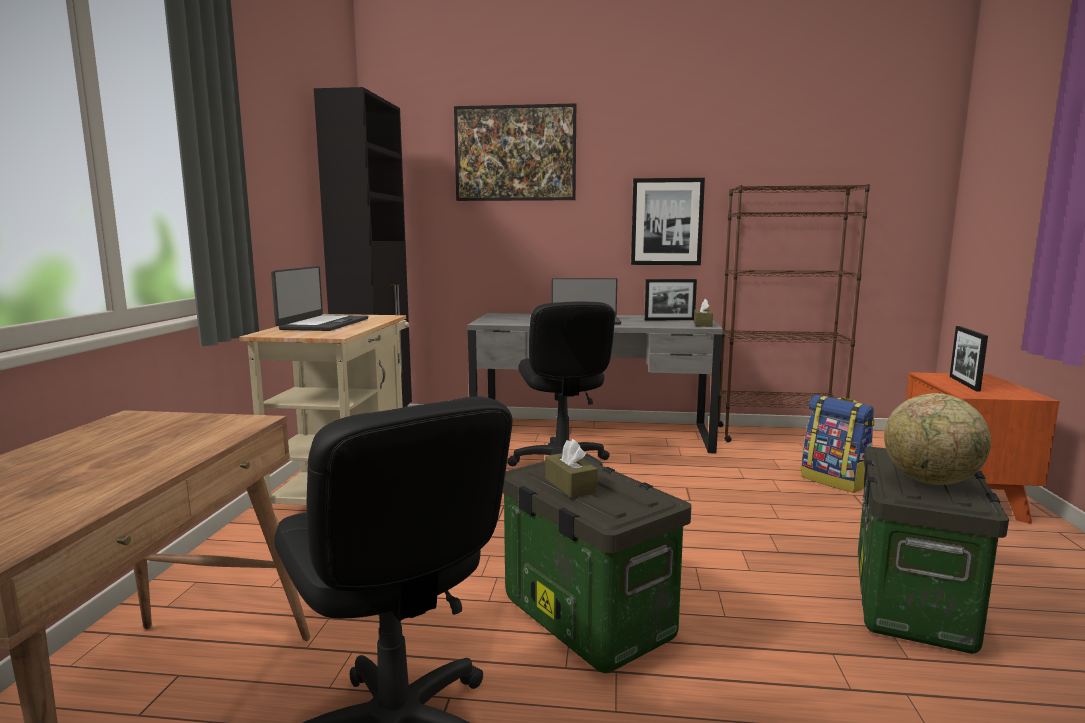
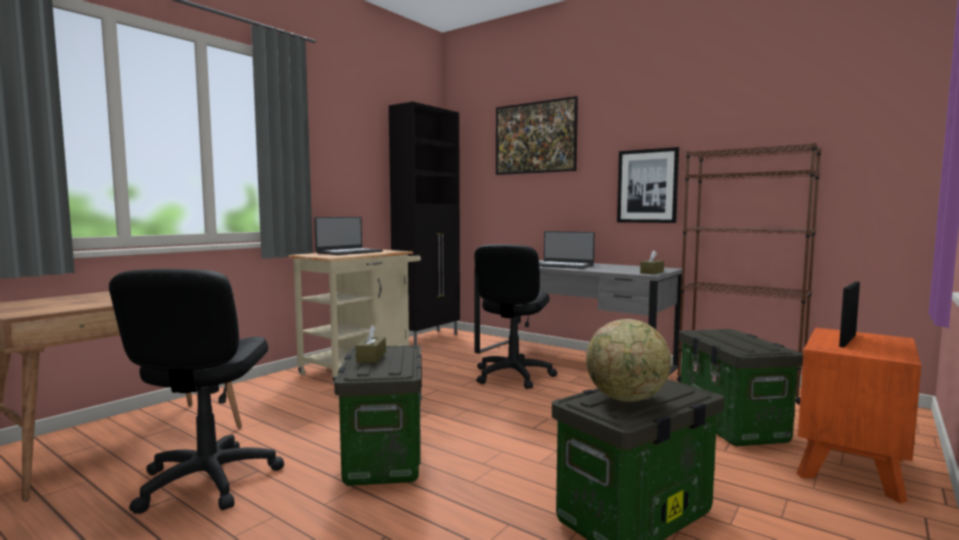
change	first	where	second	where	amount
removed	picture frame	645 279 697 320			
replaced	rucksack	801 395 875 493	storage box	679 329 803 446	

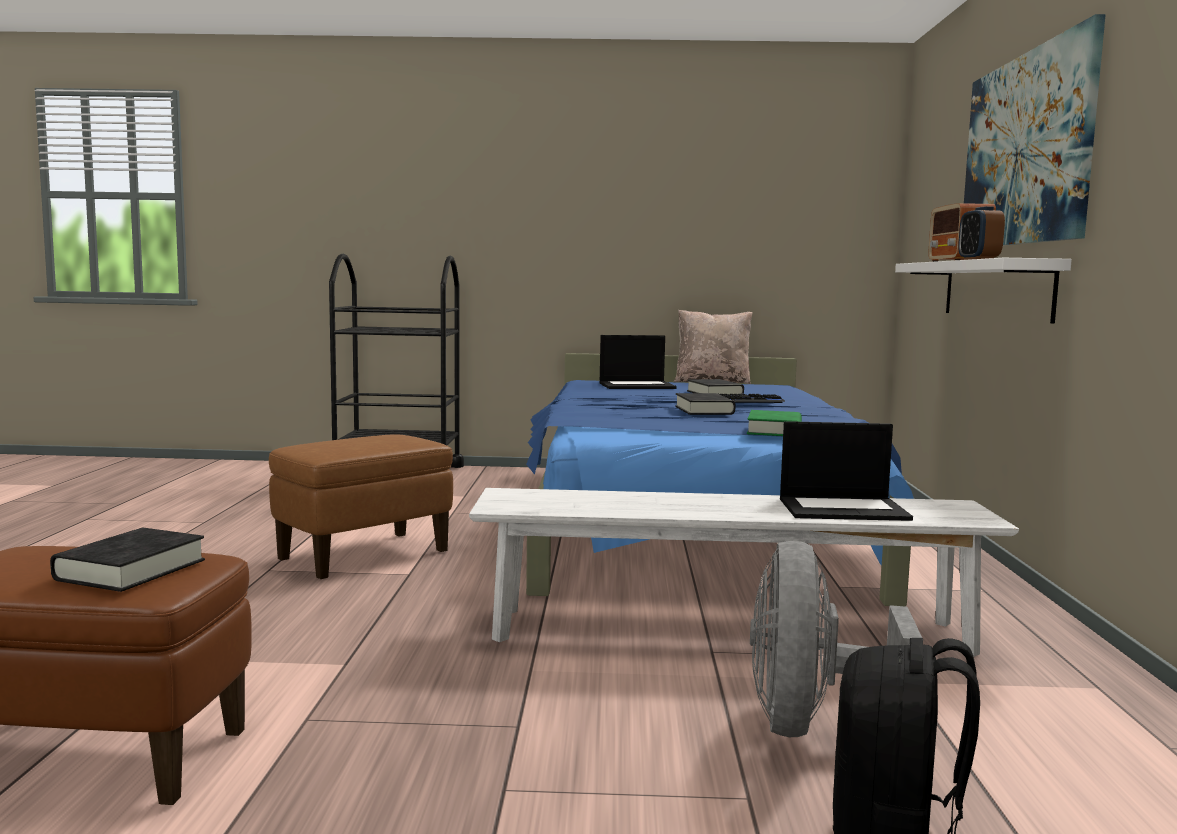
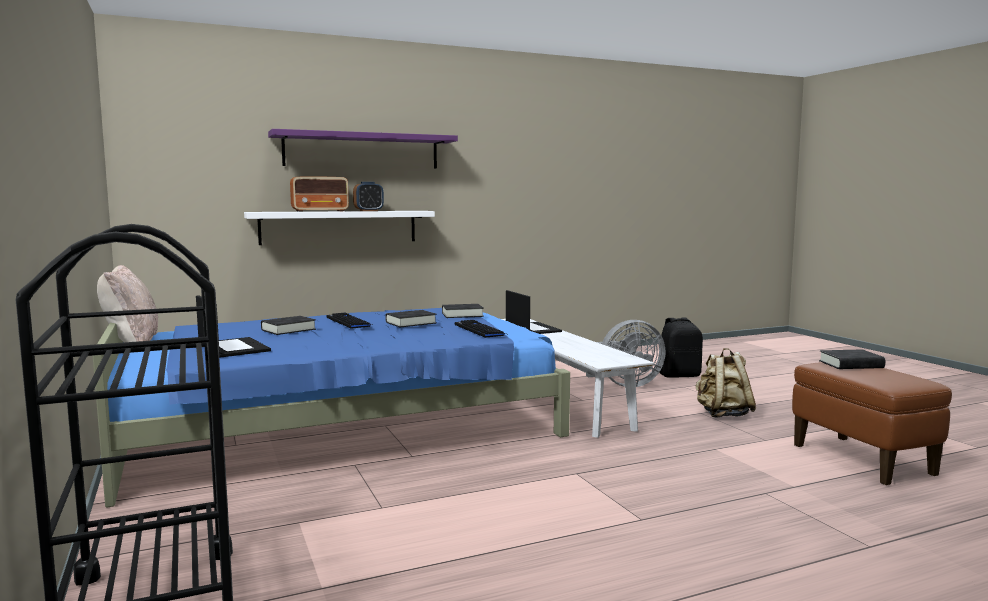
change	first	where	second	where	amount
removed	brown ottoman	269 434 453 579			
recoloured	greenish volume	747 410 802 436	blackish volume	442 304 484 318	
replaced	wall art	964 14 1106 246	purple-coloured shelf	268 129 458 169	
added			computer keyboard	455 320 506 338	
added			beige rucksack	696 348 757 418	

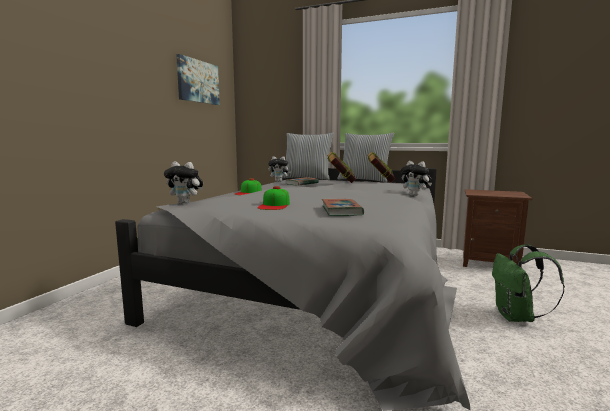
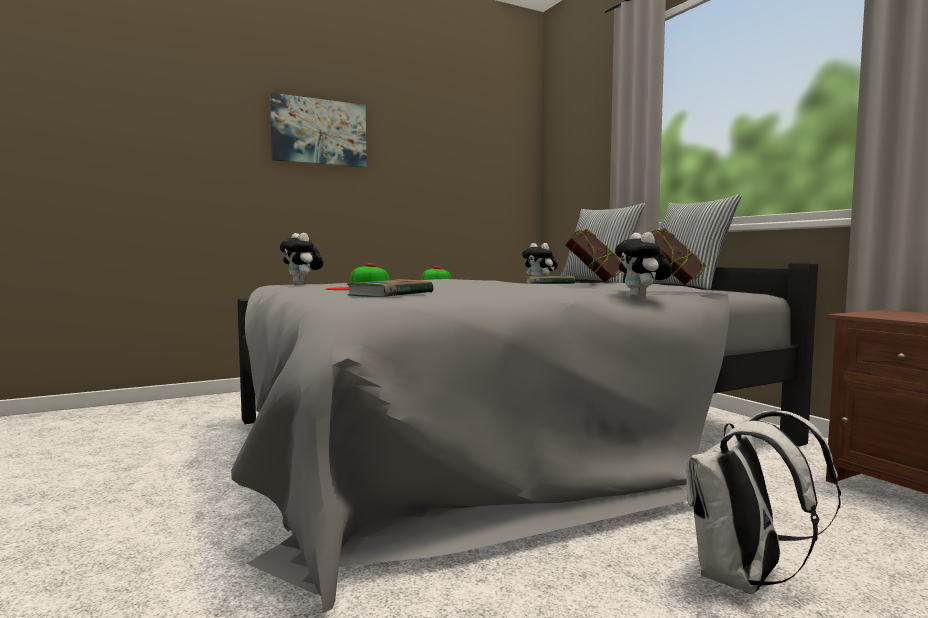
change	first	where	second	where	amount
moved	wall art	176 54 220 105		270 93 367 168	
recoloured	greenish rucksack	492 244 565 322	white-coloured rucksack	686 411 841 594	

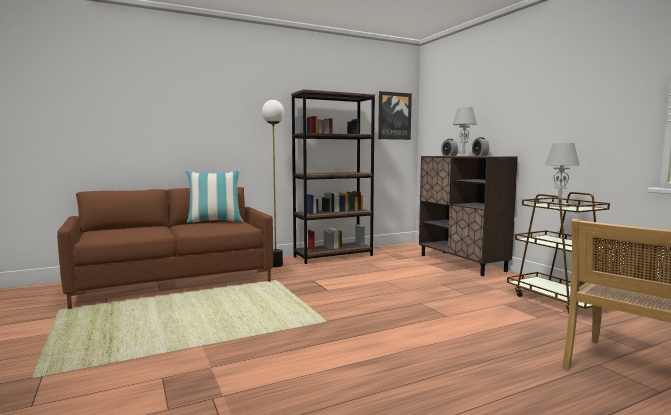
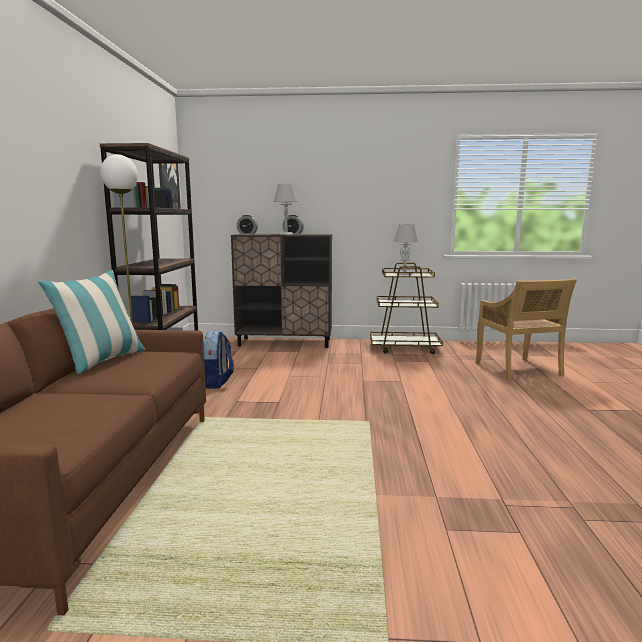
change	first	where	second	where	amount
added			rucksack	203 330 234 389	

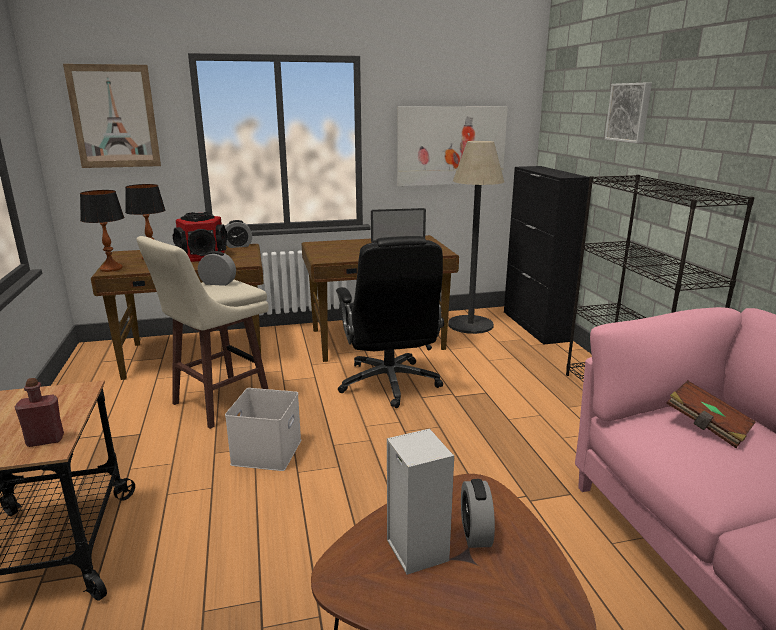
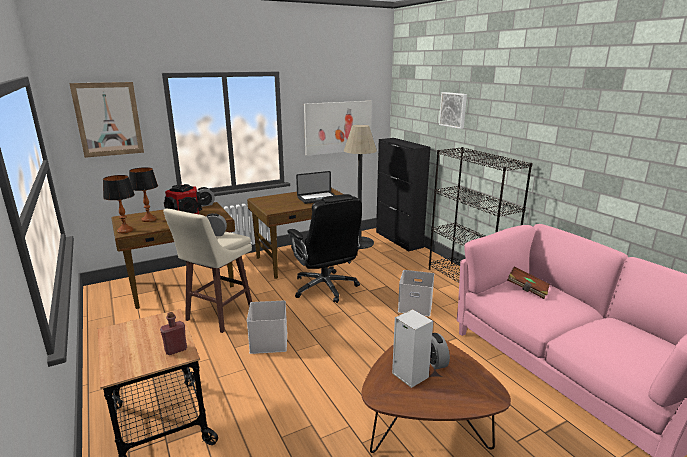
change	first	where	second	where	amount
added			white-coloured storage box	398 270 434 316	

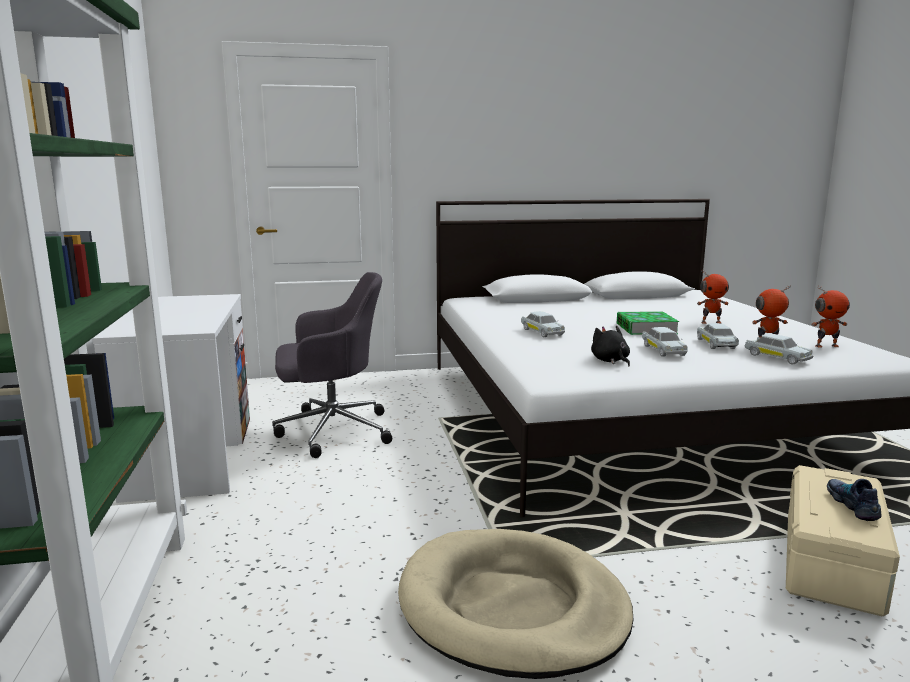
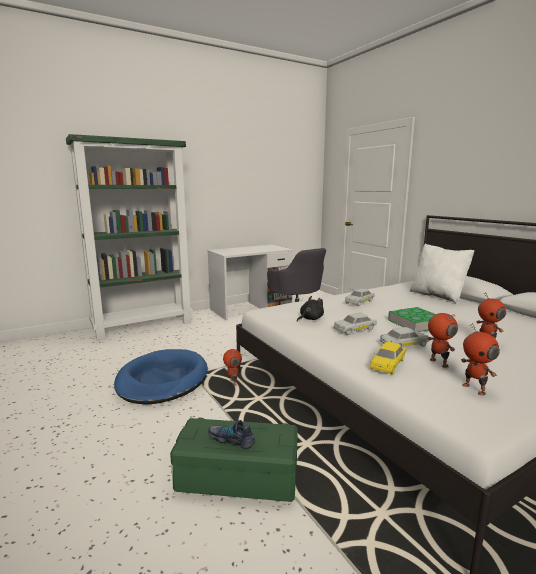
change	first	where	second	where	amount
recoloured	beige dog bed	398 529 633 679	bluish dog bed	114 349 208 404	
recoloured	white-coloured miniature car	745 333 814 365	yellow miniature car	370 342 406 375	
recoloured	beige storage box	786 465 900 617	greenish storage box	170 418 298 502	
turned	shoe	827 479 881 521		208 420 255 449	135 degrees counterclockwise
added			toy robot	223 349 242 386	
added			white-coloured pillow	410 244 474 304	

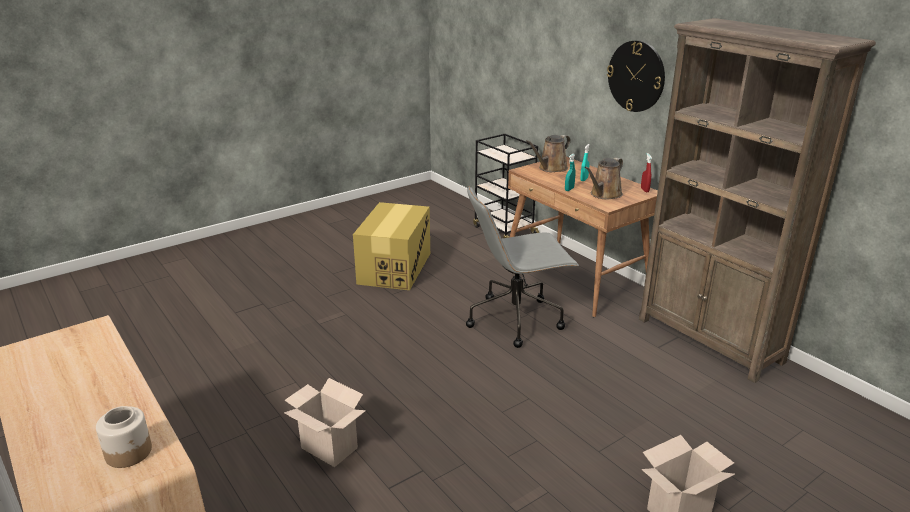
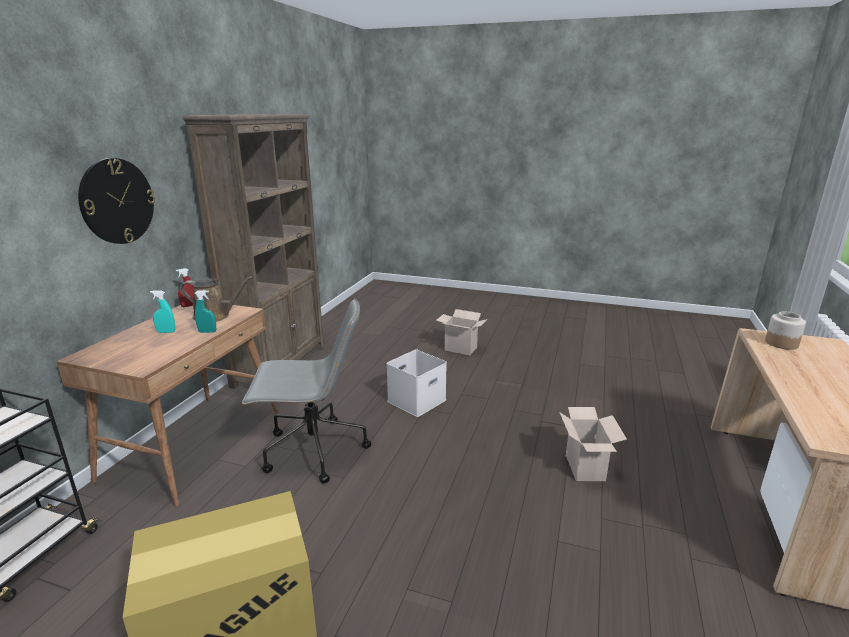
change	first	where	second	where	amount
turned	grey computer chair	466 186 579 348		242 298 371 484	45 degrees counterclockwise
removed	brown watering pot	526 135 571 172			
added			white-coloured storage box	386 349 447 417	

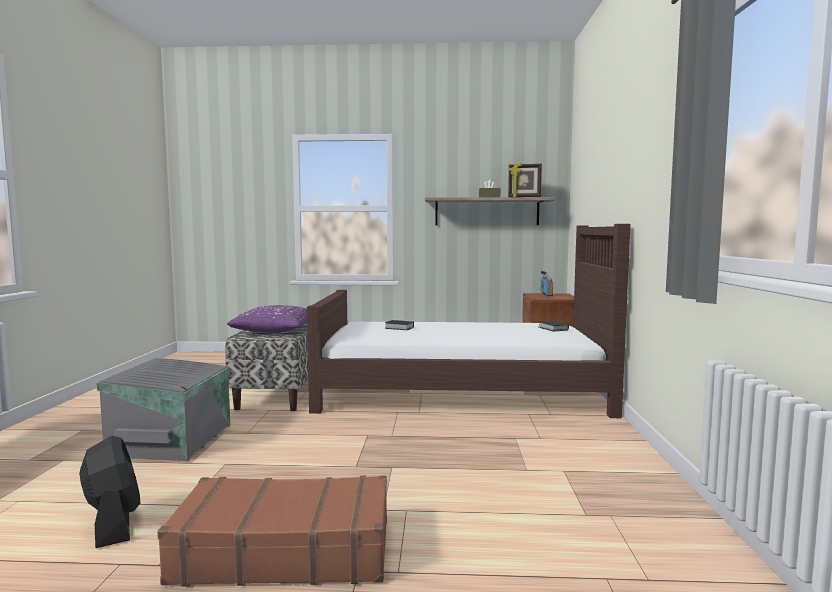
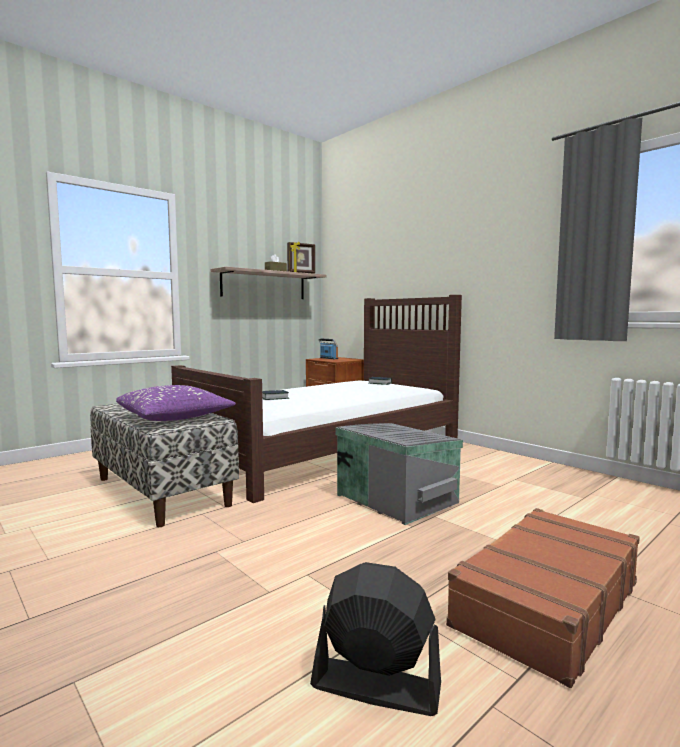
change	first	where	second	where	amount
moved	grey storage box	97 358 230 461		335 423 463 525	

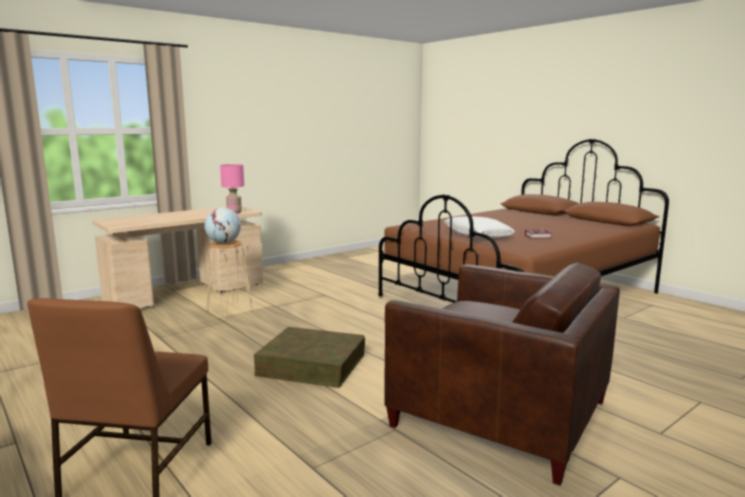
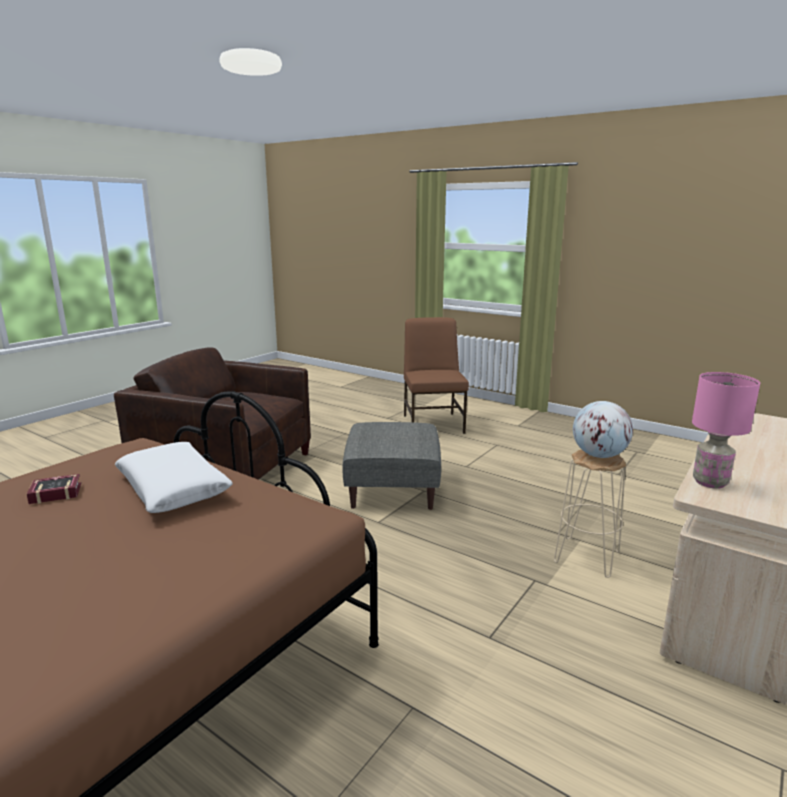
change	first	where	second	where	amount
replaced	brown storage box	254 327 365 388	grey ottoman	343 422 441 510	

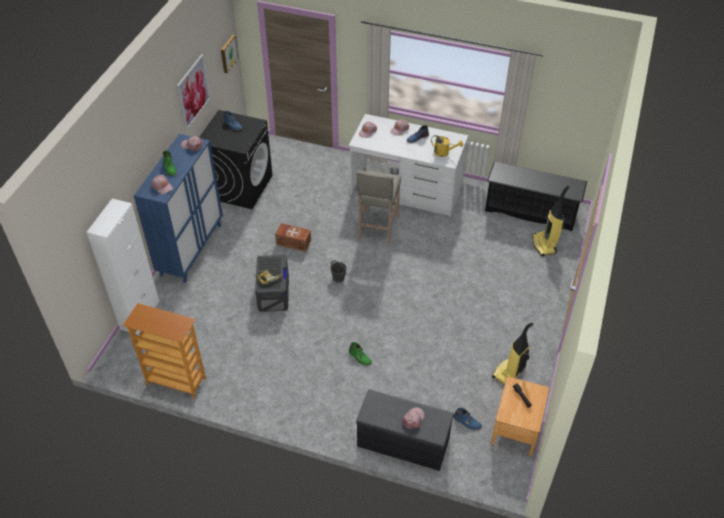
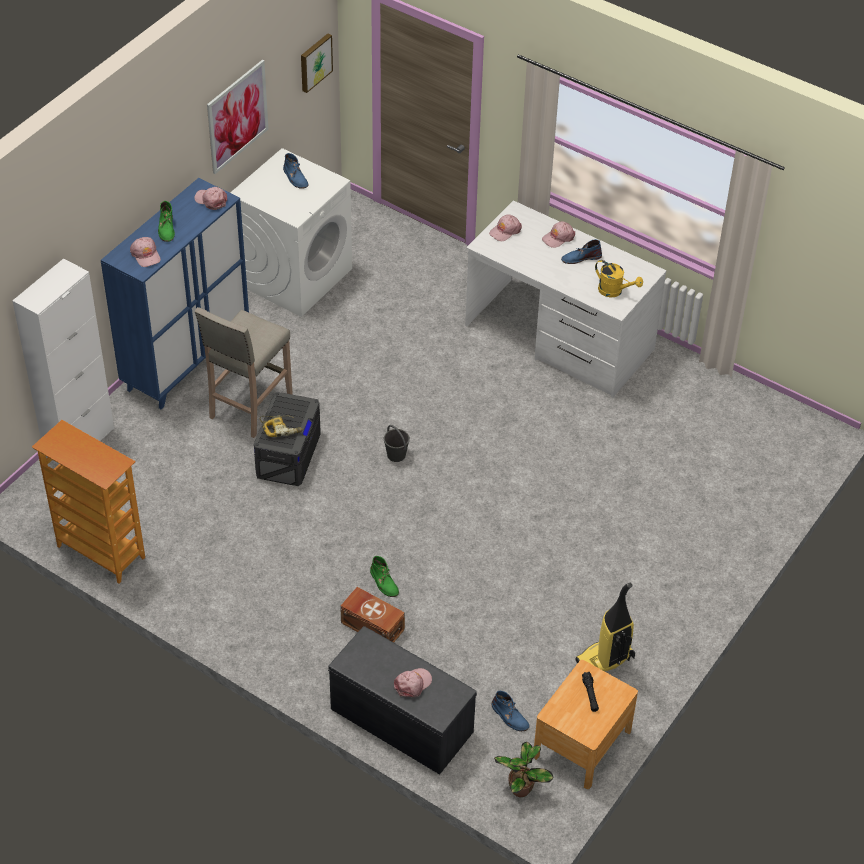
change	first	where	second	where	amount
recoloured	blackish washing machine	199 110 273 209	white-coloured washing machine	230 148 352 317	
moved	brown storage box	275 223 311 252		340 587 405 643	
moved	beige stool seat	356 170 401 245		195 307 293 438	
removed	blackish shoe stand	485 161 587 231			
removed	hoover	532 185 570 256			
added			houseplant	494 742 554 797	

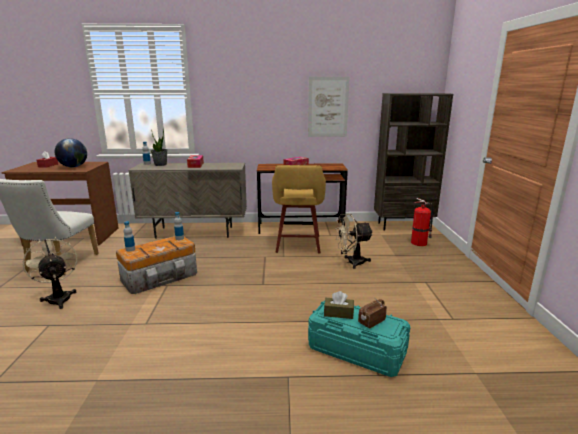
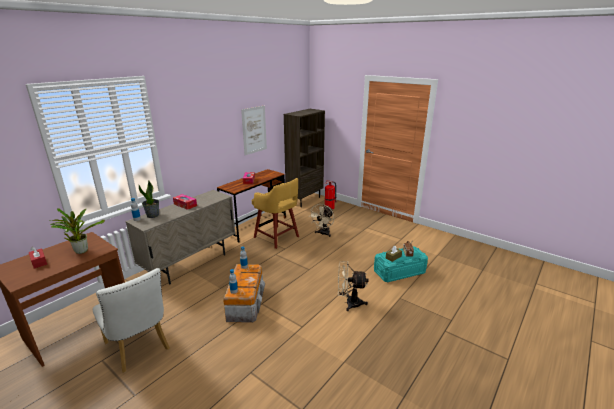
change	first	where	second	where	amount
moved	beige cooling fan	23 237 77 309		338 261 369 311	
replaced	world globe	55 138 87 167	houseplant	49 208 105 254	

